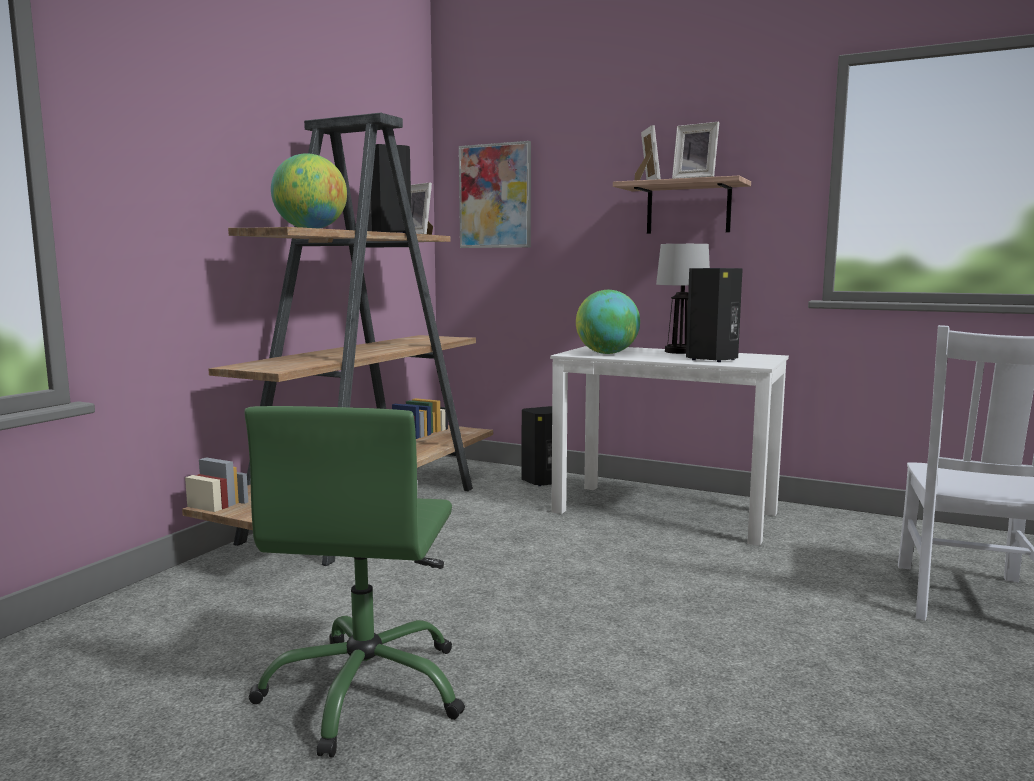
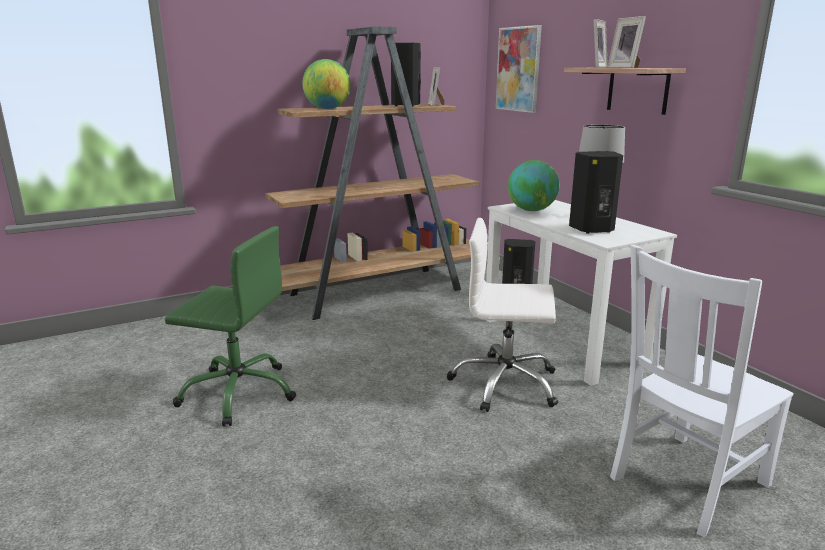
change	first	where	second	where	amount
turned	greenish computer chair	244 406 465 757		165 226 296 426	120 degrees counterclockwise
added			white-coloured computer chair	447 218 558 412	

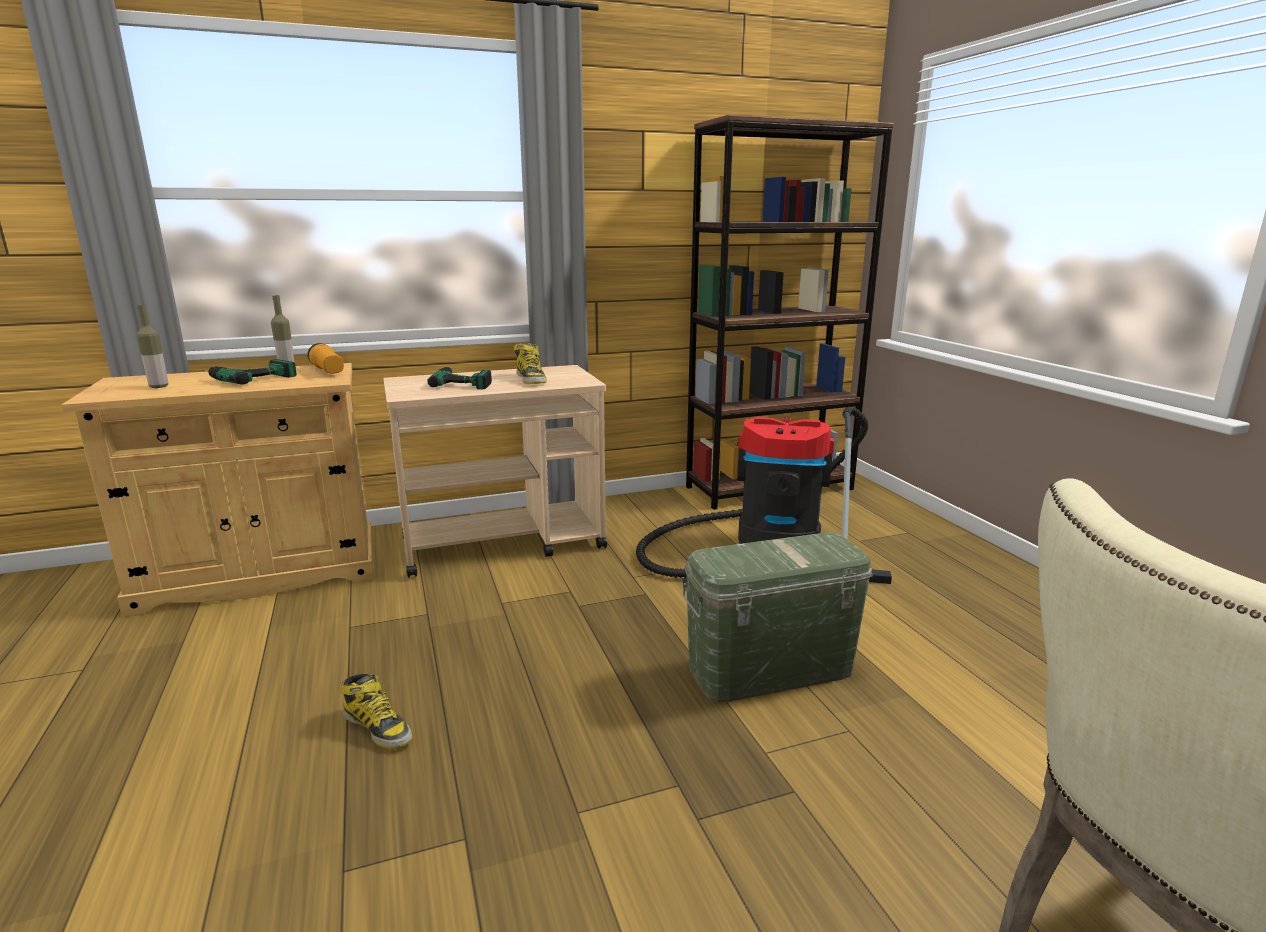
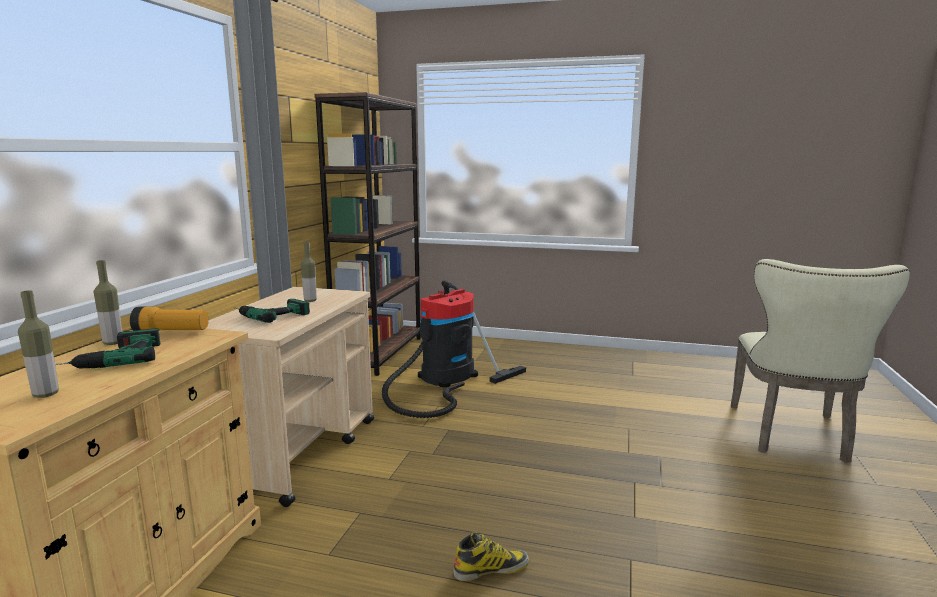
change	first	where	second	where	amount
replaced	boot	514 343 547 384	drink bottle	301 242 317 302	
removed	greenish storage box	681 533 873 702			

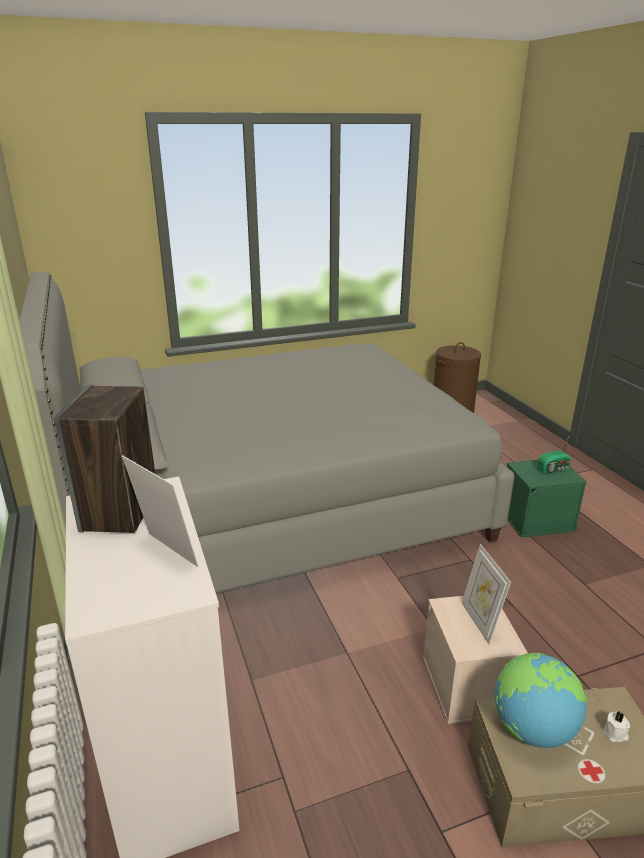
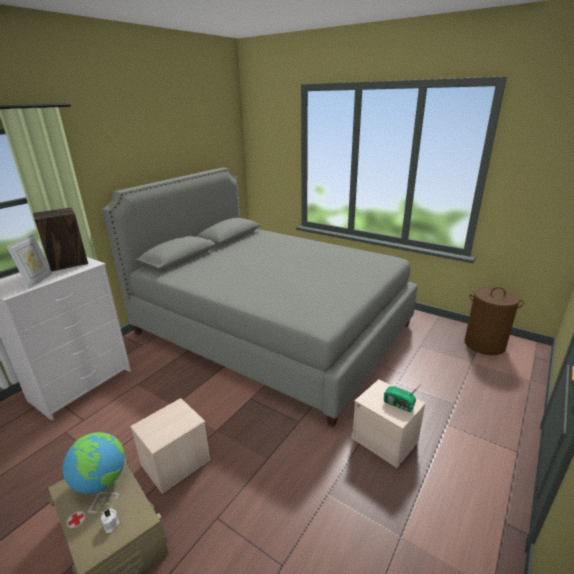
change	first	where	second	where	amount
removed	picture frame	462 544 511 644			
recoloured	greenish storage box	507 460 587 538	beige storage box	352 379 426 468	

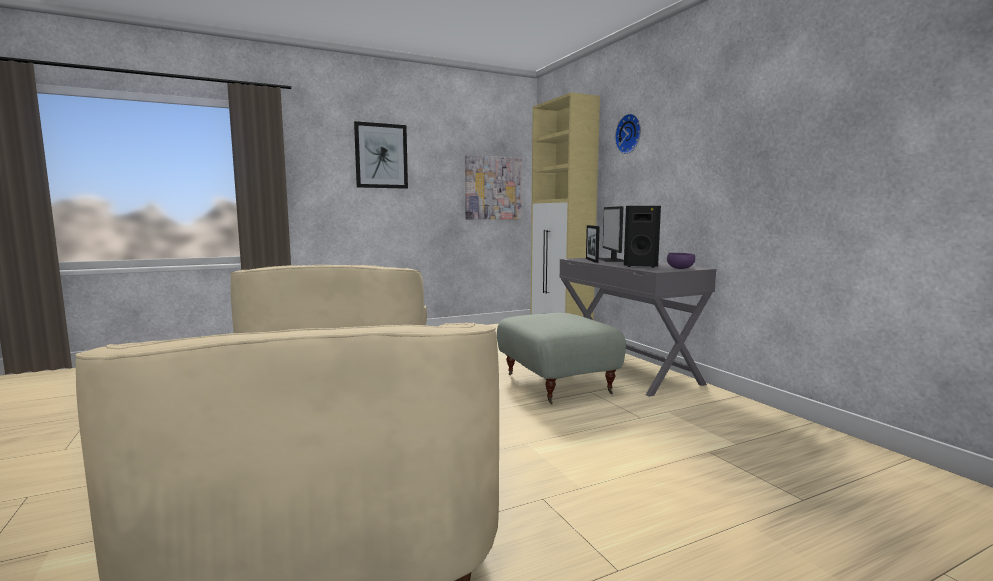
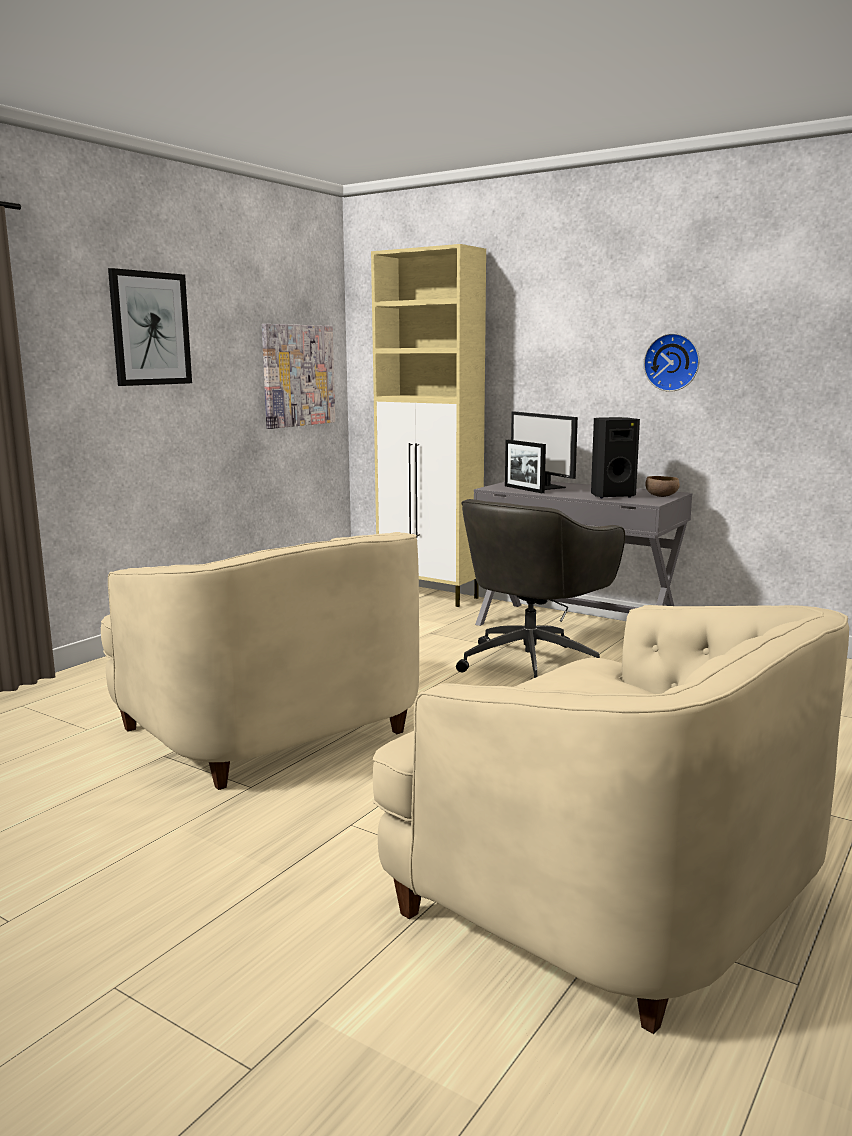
change	first	where	second	where	amount
replaced	grey ottoman	497 313 626 404	grey computer chair	456 499 625 679	
moved	hanging clock	615 113 641 154		643 333 700 392	
recoloured	purple-coloured deep dish	667 253 695 269	brown deep dish	645 476 680 497	

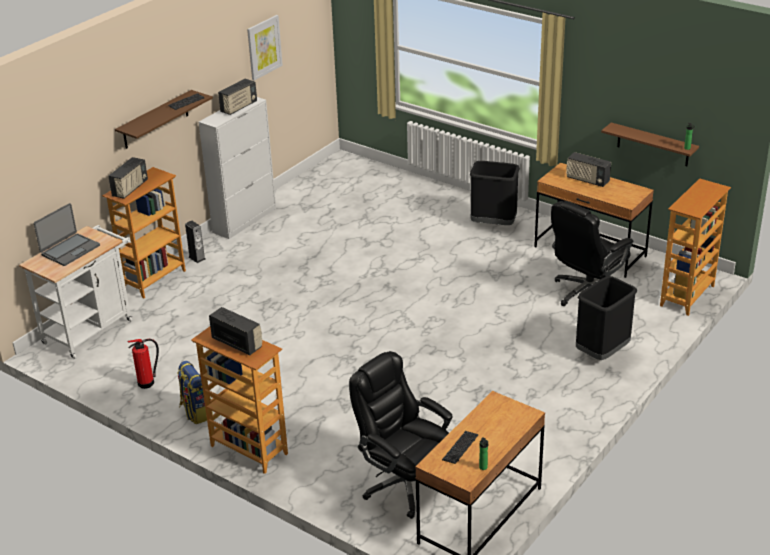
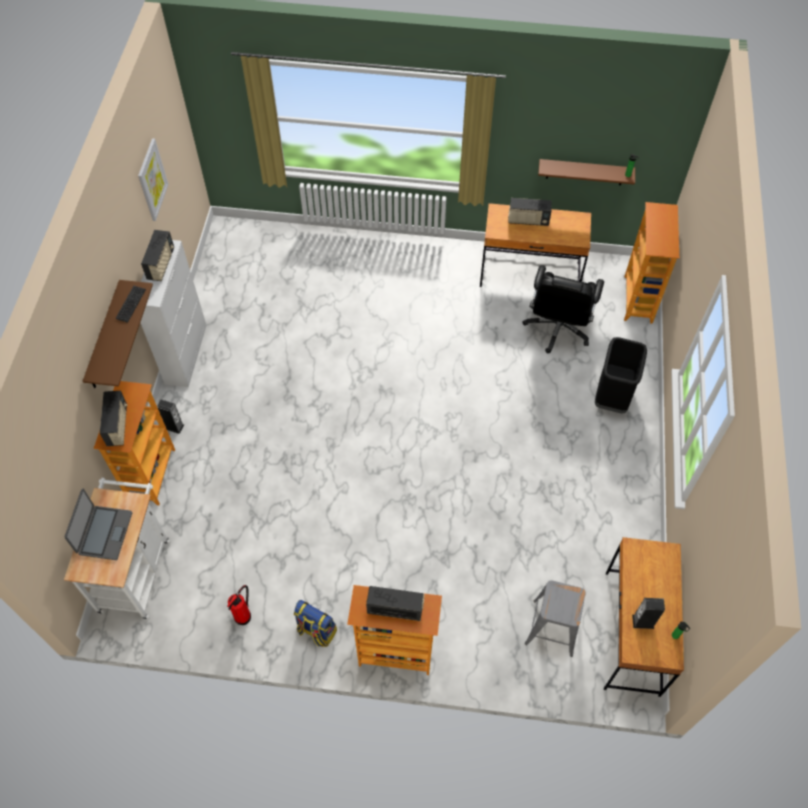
change	first	where	second	where	amount
replaced	blackish computer chair	349 351 453 519	grey stool seat	525 580 585 657	
replaced	computer keyboard	442 431 479 464	loudspeaker	632 598 665 629	
removed	blackish rubbish bin	470 161 520 225			

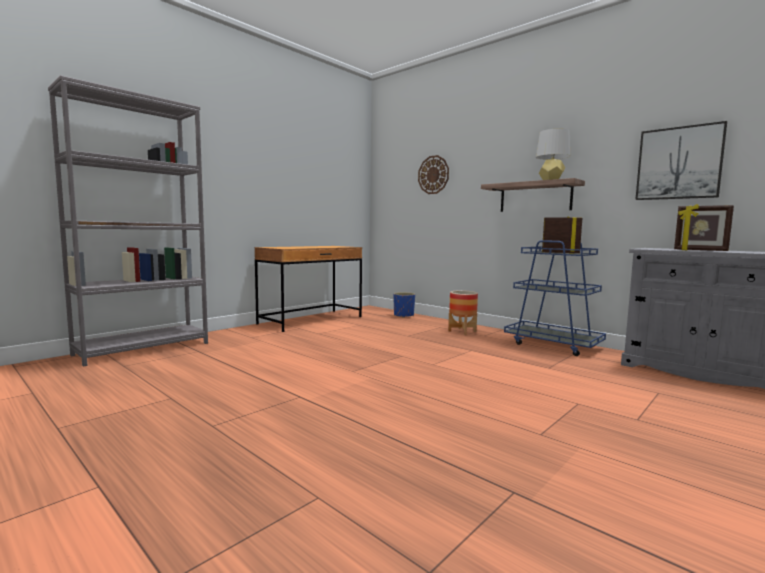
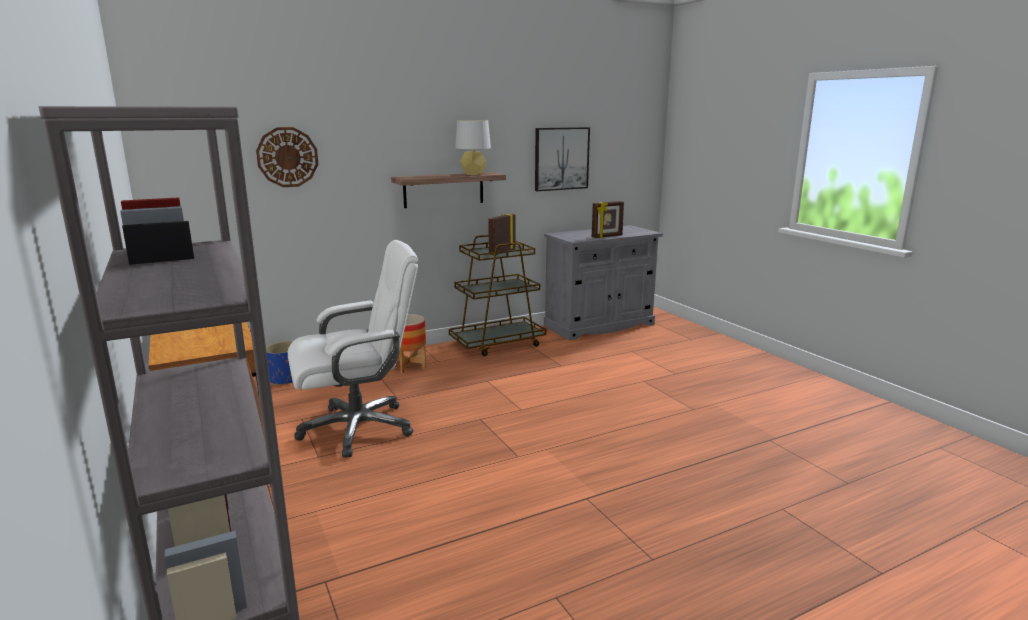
change	first	where	second	where	amount
recoloured	bluish cart	504 240 606 356	brown cart	449 235 546 356	
added			white-coloured computer chair	288 240 418 458	

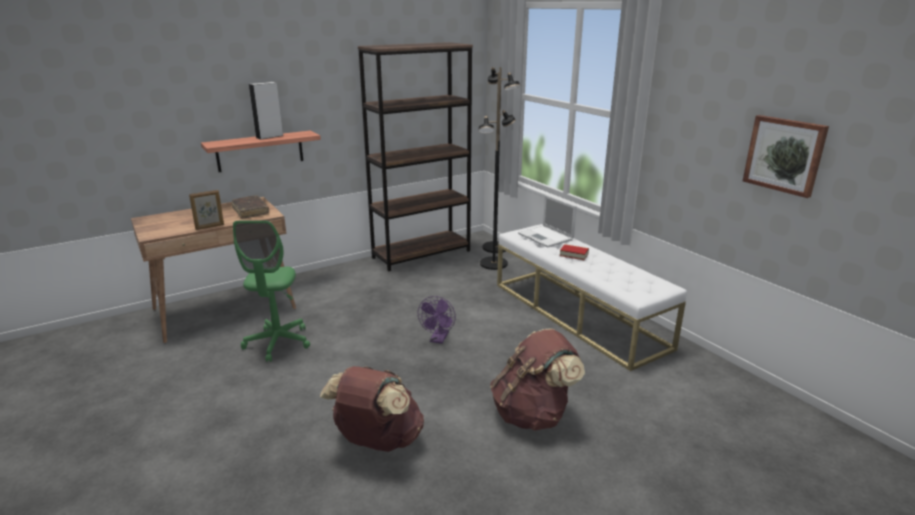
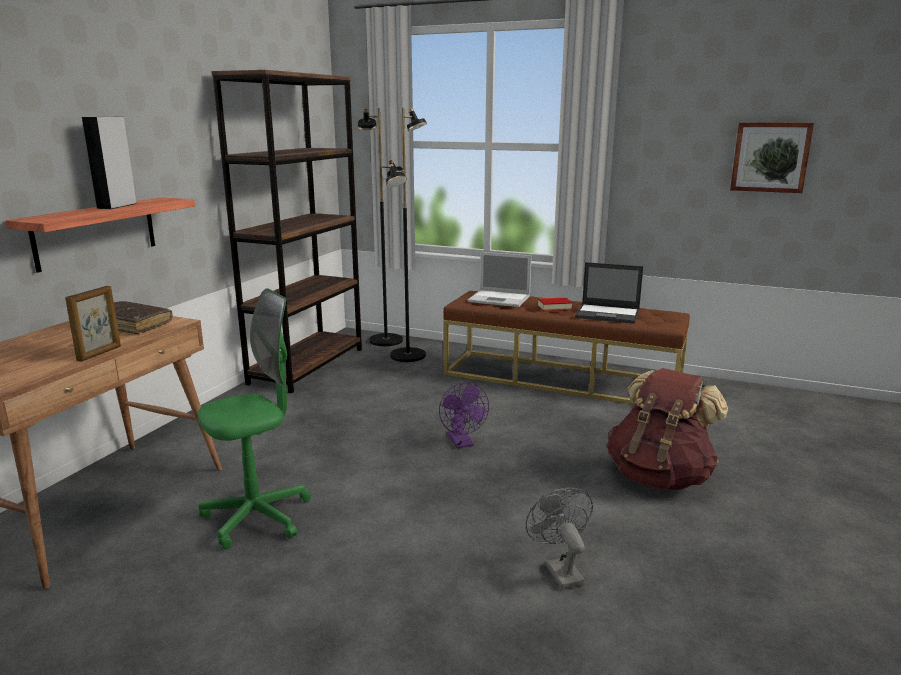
change	first	where	second	where	amount
turned	greenish computer chair	233 220 310 362		197 288 311 549	90 degrees counterclockwise
replaced	brown rucksack	320 366 424 452	grey cooling fan	526 487 593 589	
recoloured	white-coloured long seat	497 224 687 371	brown long seat	443 291 690 405	
added			portable computer	575 262 643 324	

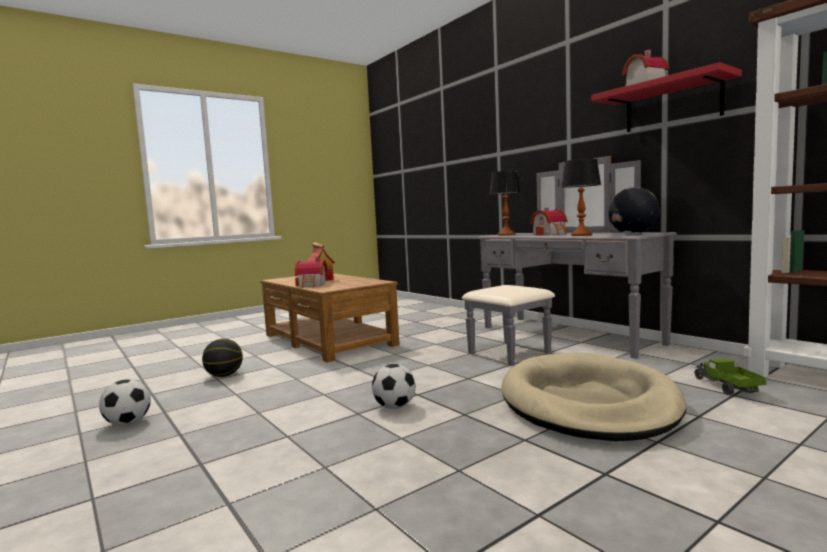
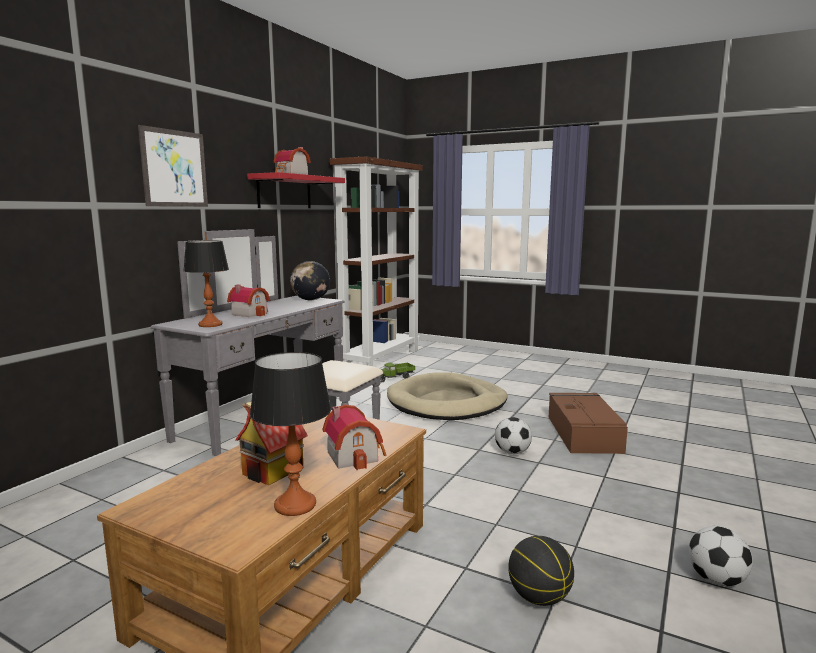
change	first	where	second	where	amount
moved	table lamp	562 159 601 236		250 352 331 516	
added			wall art	138 125 208 207	
added			brown storage box	549 393 628 454	

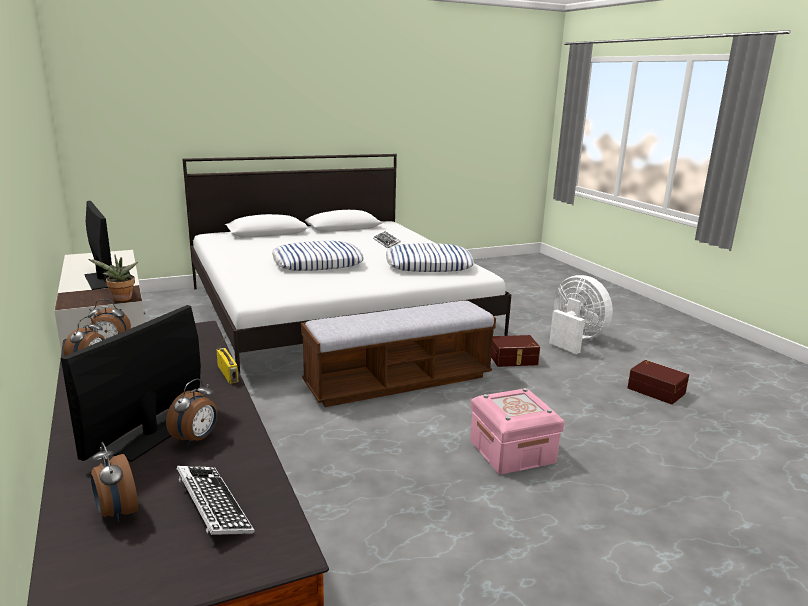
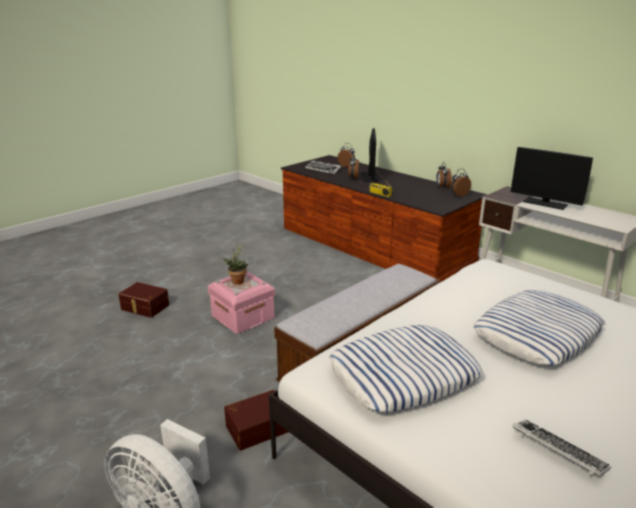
change	first	where	second	where	amount
moved	houseplant	88 255 138 301		222 243 248 284	
moved	brown storage box	627 360 689 404		118 282 169 318	

